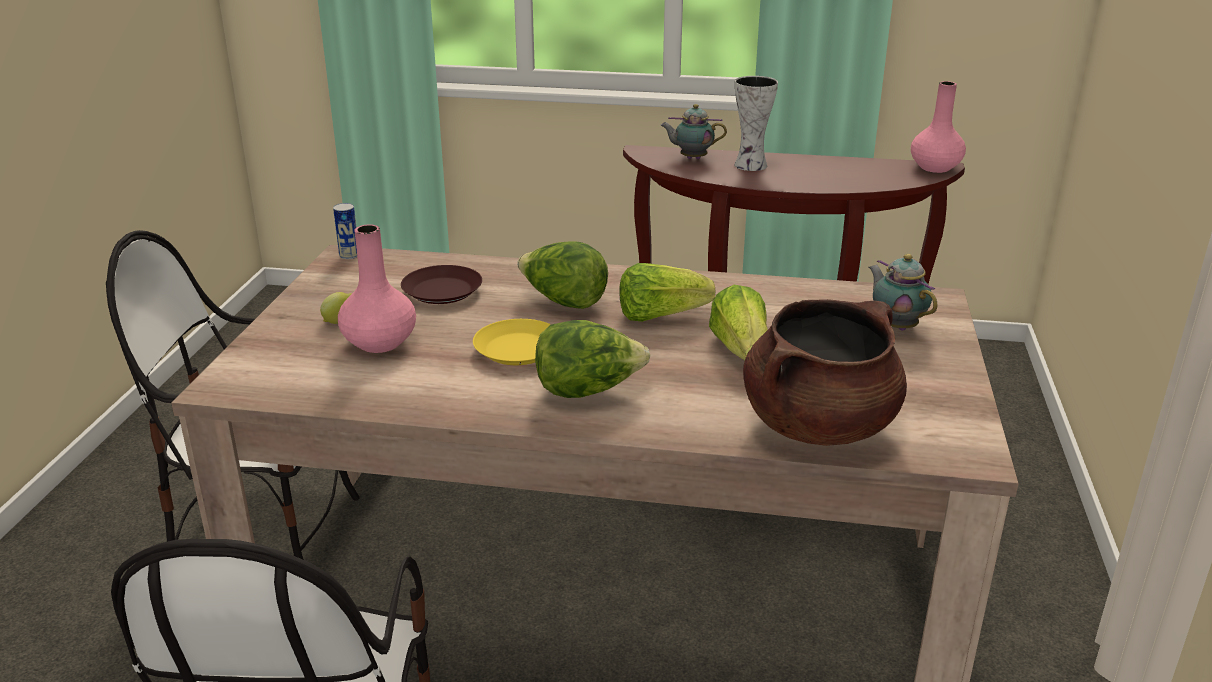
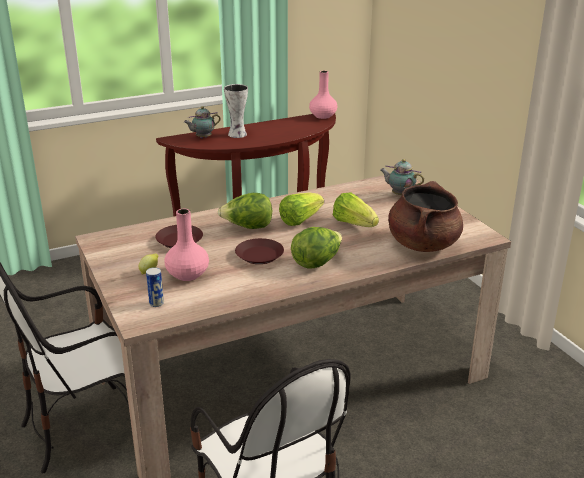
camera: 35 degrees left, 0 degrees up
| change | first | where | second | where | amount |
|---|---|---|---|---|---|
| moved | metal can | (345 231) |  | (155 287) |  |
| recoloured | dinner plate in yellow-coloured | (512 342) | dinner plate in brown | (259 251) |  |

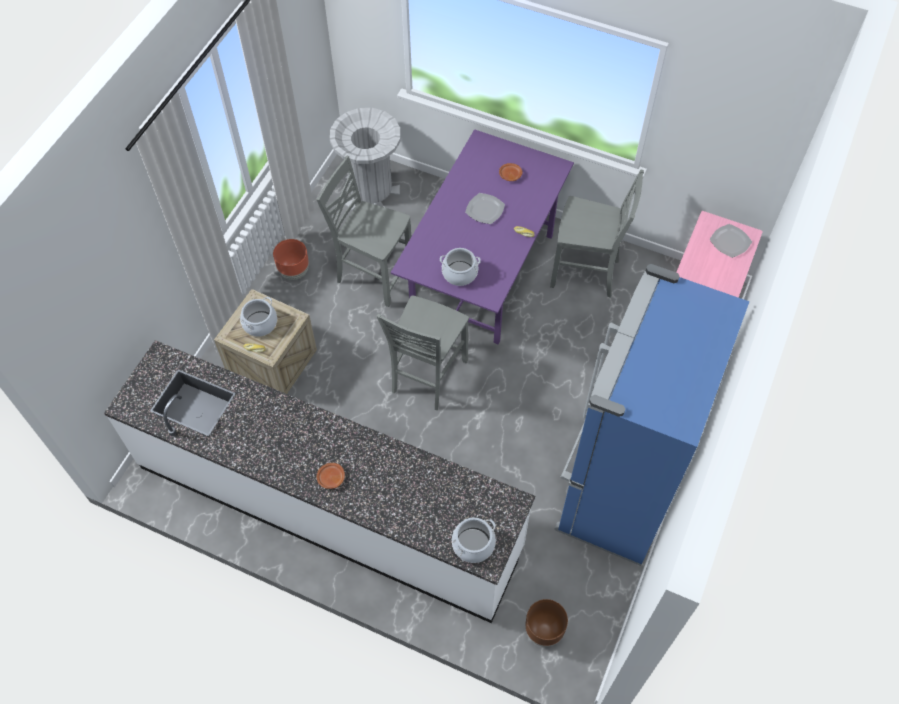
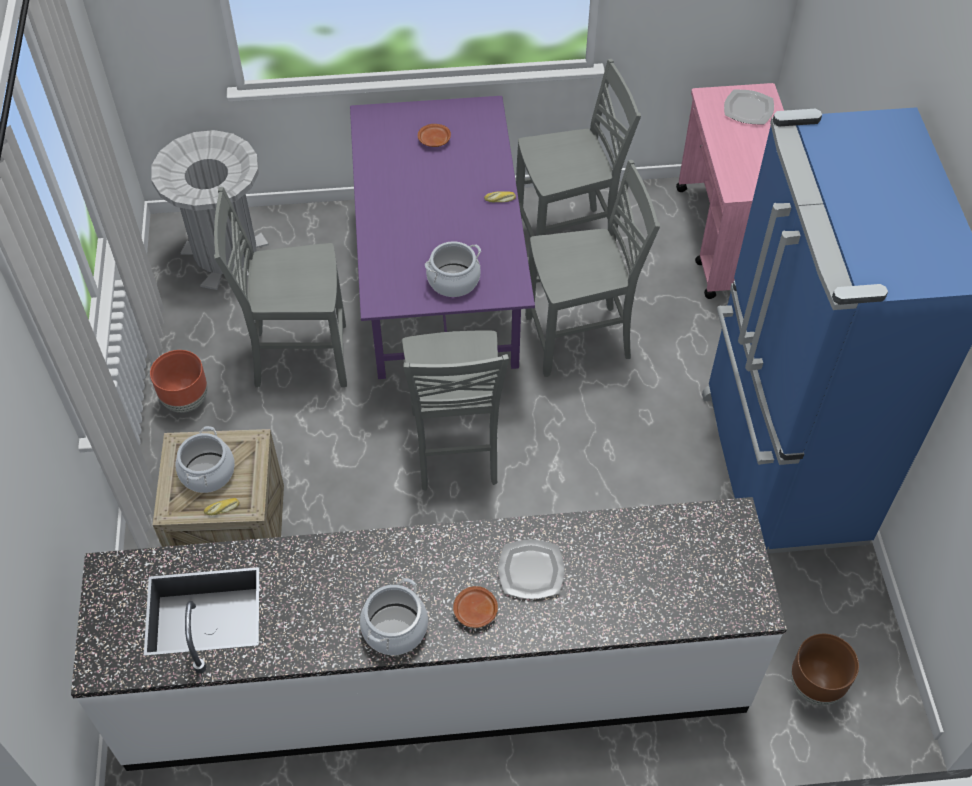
camera: 30 degrees left, 5 degrees down
| change | first | where | second | where | amount |
|---|---|---|---|---|---|
| moved | saucepot | (474 540) |  | (394 616) |  |
| moved | dinner plate | (485 208) |  | (531 569) |  |
| added |  |  | chair in greyish | (592 268) |  |

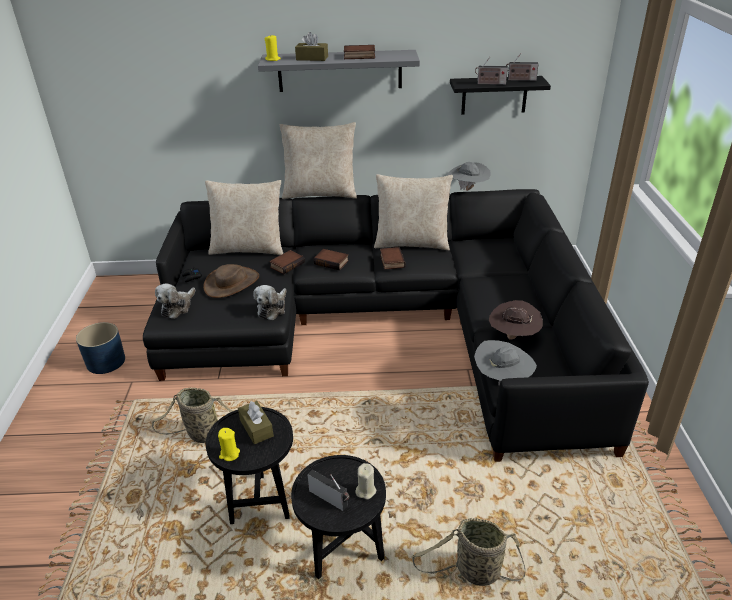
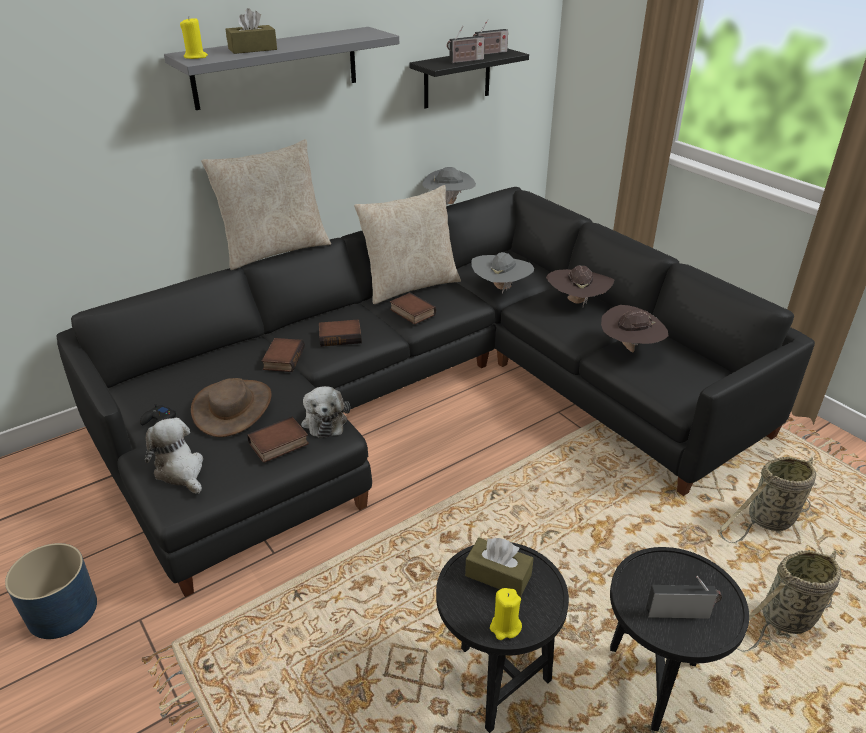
camera: 35 degrees left, 0 degrees up
| change | first | where | second | where | amount |
|---|---|---|---|---|---|
| moved | storage basket | (192 415) |  | (767 500) |  |
| turned | plush toy | (175 301) |  | (174 456) | 150 degrees clockwise |
| removed | throw pillow in beige-coloured | (244 217) |  |  |  |
| moved | book | (359 52) |  | (278 440) |  |
| removed | wax light in beige-coloured | (366 481) |  |  |  |
| moved | hat in greyish | (505 362) |  | (502 273) |  |
| added |  |  | hat in brown | (580 285) |  |

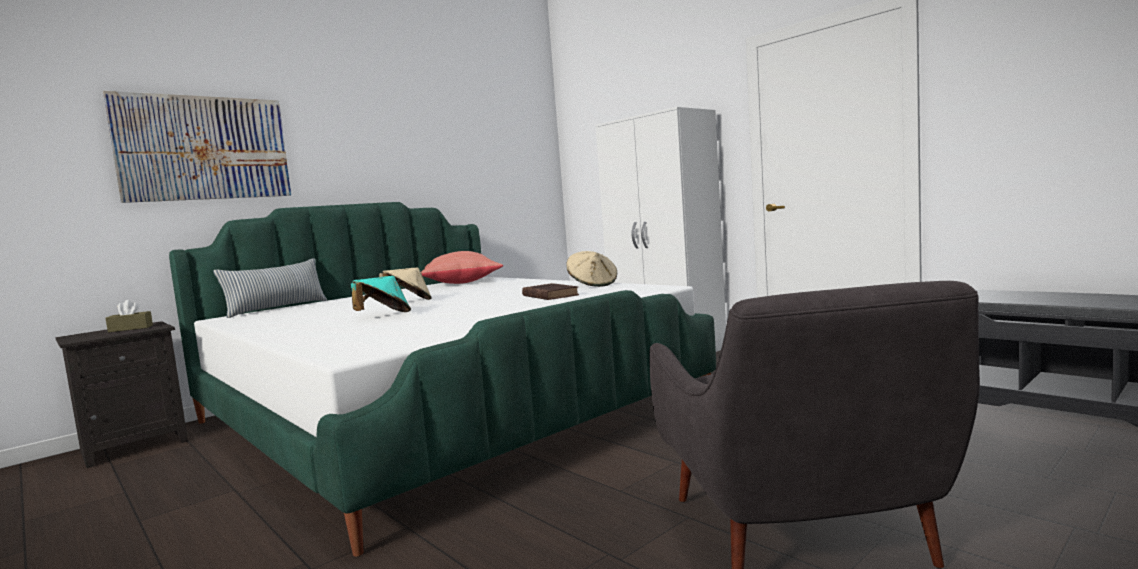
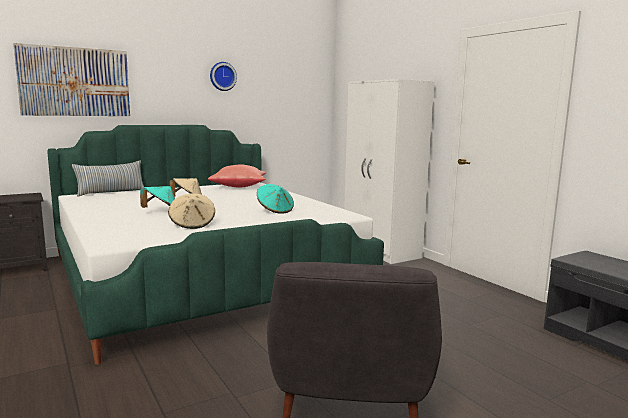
camera: 10 degrees right, 5 degrees up
| change | first | where | second | where | amount |
|---|---|---|---|---|---|
| removed | tissue box in brown | (129 316) |  |  |  |
| replaced | book in brown | (550 291) | hat in blue-green | (275 199) |  |
| moved | hat in beige-coloured | (592 269) |  | (191 211) |  |
| added |  |  | wall clock | (223 76) |  |

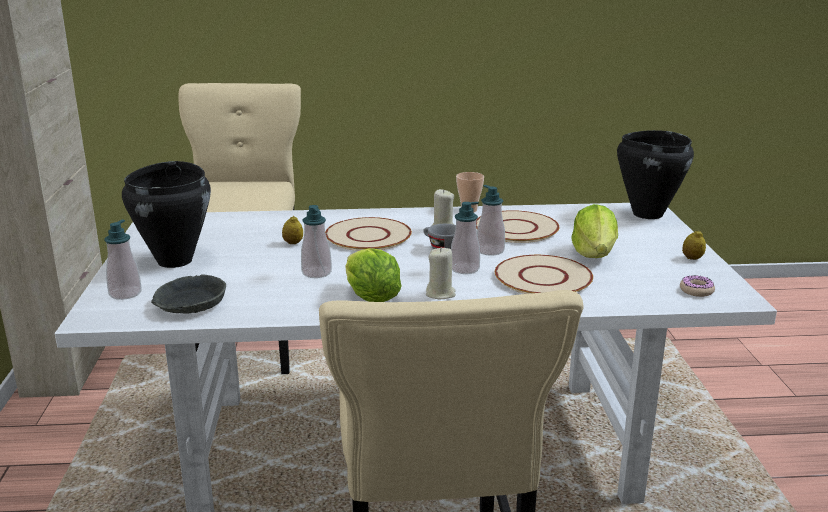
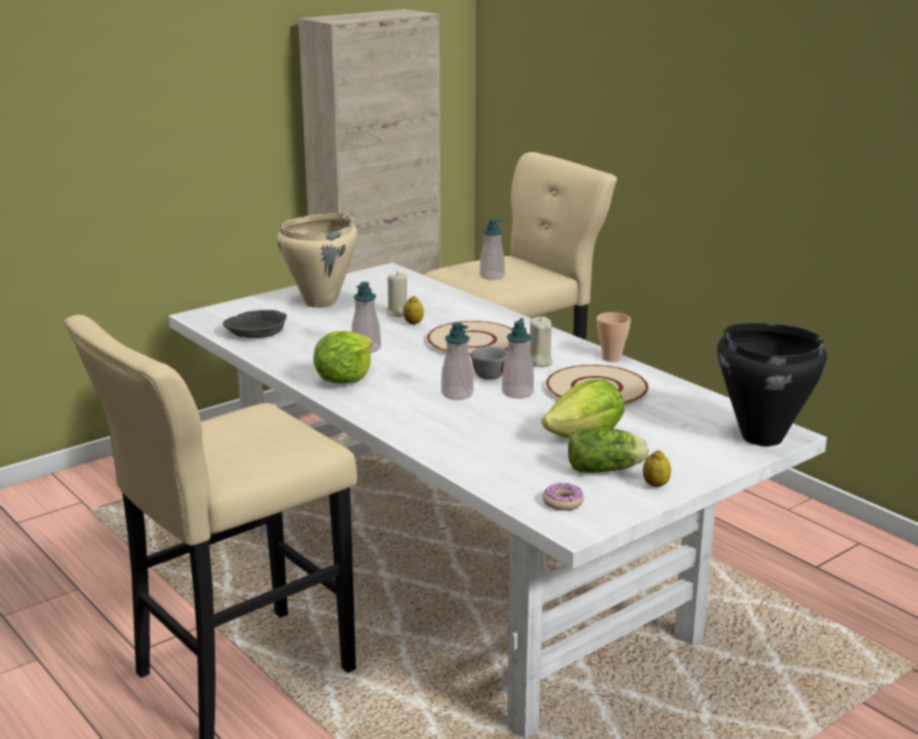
camera: 55 degrees right, 0 degrees up
| change | first | where | second | where | amount |
|---|---|---|---|---|---|
| moved | soap dispenser | (123 260) |  | (492 249) |  |
| recoloured | saucepot in blackish | (166 214) | saucepot in beige-coloured | (317 260) |  |
| moved | wax light in beige-coloured | (441 273) |  | (396 294) |  |
| removed | dinner plate in beige-coloured | (544 274) |  |  |  |
| added |  |  | lettuce head | (608 450) |  |

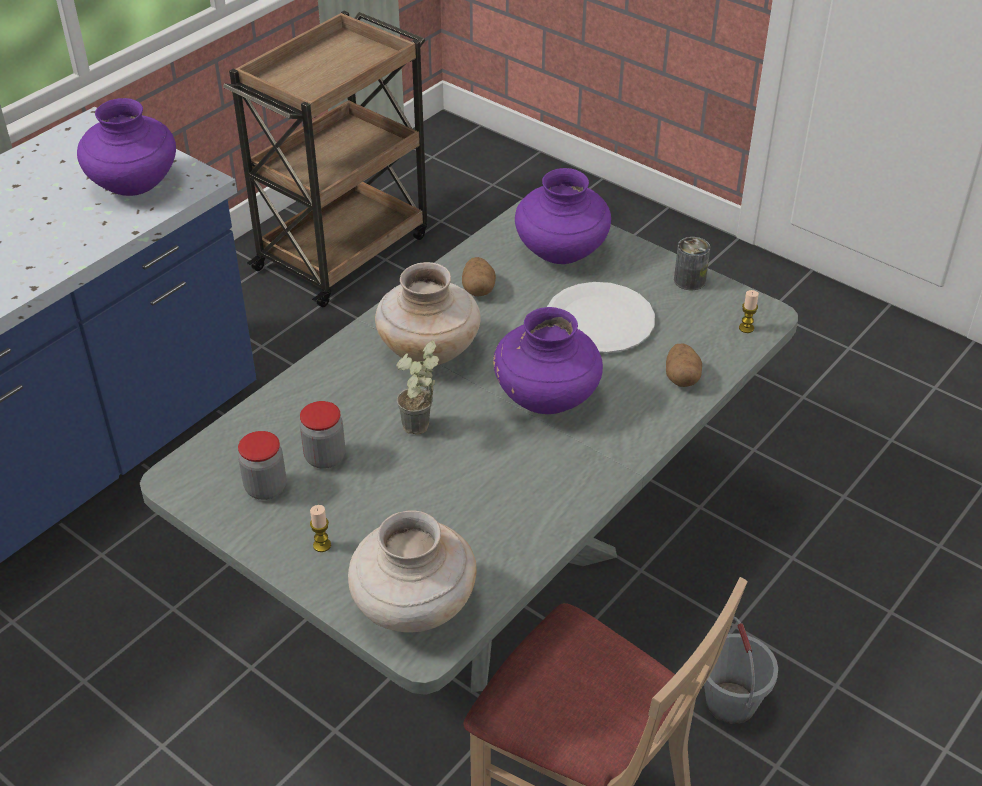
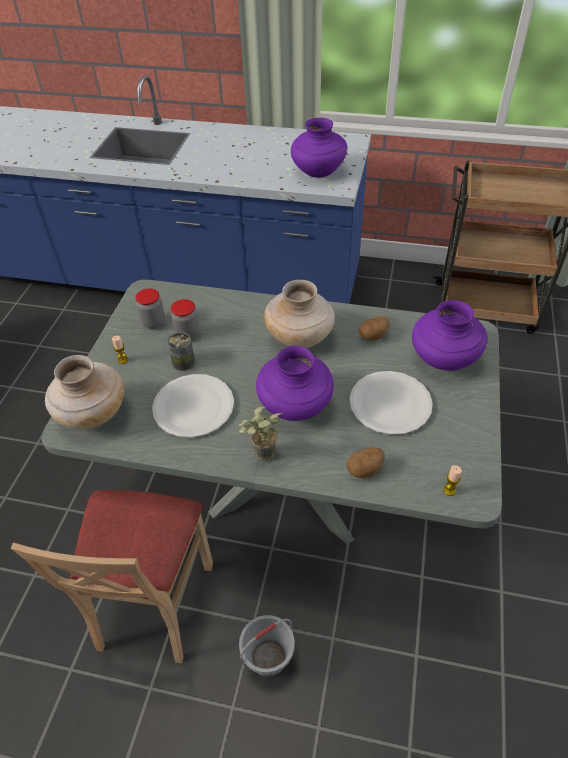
camera: 65 degrees right, 5 degrees up
| change | first | where | second | where | amount |
|---|---|---|---|---|---|
| moved | potted plant | (417 387) |  | (261 434) |  |
| moved | metal can | (692 263) |  | (181 351) |  |
| added |  |  | dinner plate in whitish | (193 406) |  |

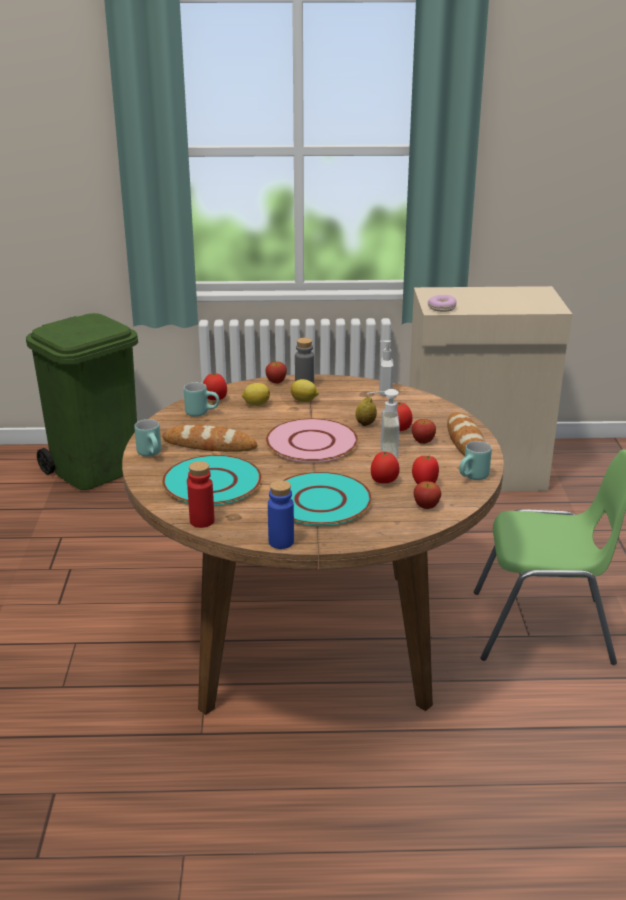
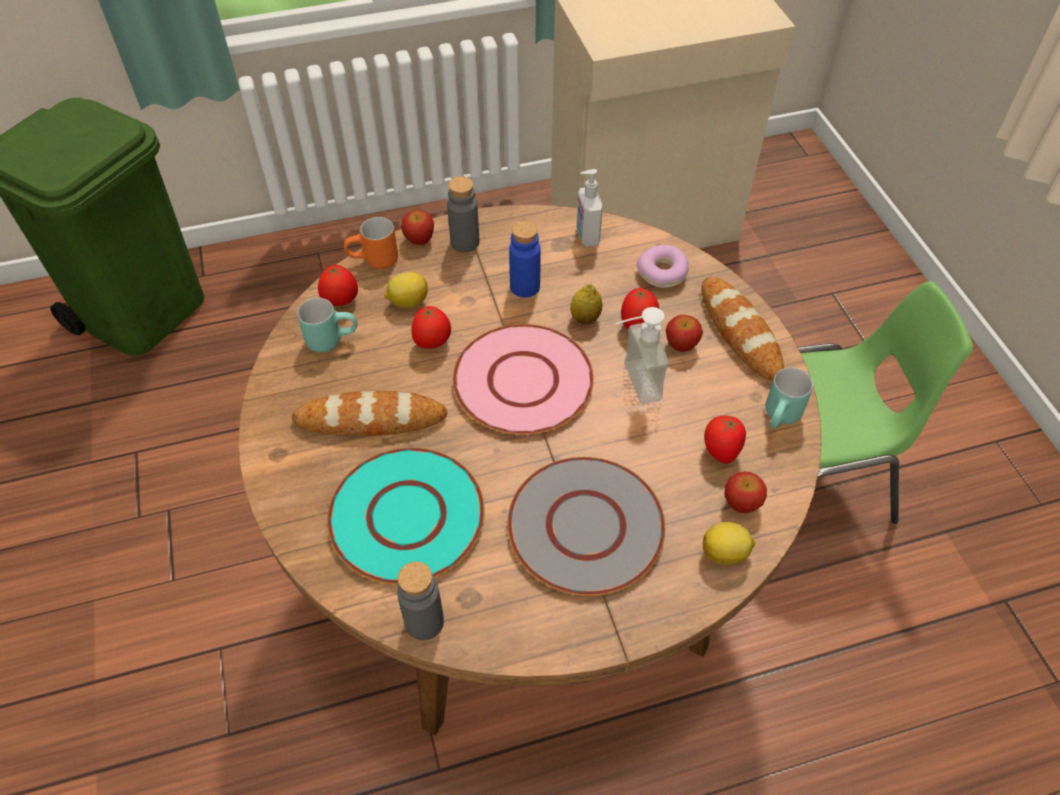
camera: 15 degrees left, 25 degrees up
| change | first | where | second | where | amount |
|---|---|---|---|---|---|
| removed | coffee mug in blue-green | (147 438) |  |  |  |
| recoloured | bottle in red | (200 494) | bottle in greyish | (420 601) |  |
| moved | bottle in bluish | (281 514) |  | (525 258) |  |
| recoloured | dinner plate in blue-green | (320 499) | dinner plate in greyish | (586 526) |  |
| moved | whole lemon | (305 390) |  | (729 543) |  |
| moved | tomato | (385 467) |  | (431 327) |  |
| moved | doughnut | (442 303) |  | (663 266) |  |
| added |  |  | coffee mug in orange-coloured | (371 243) |  |

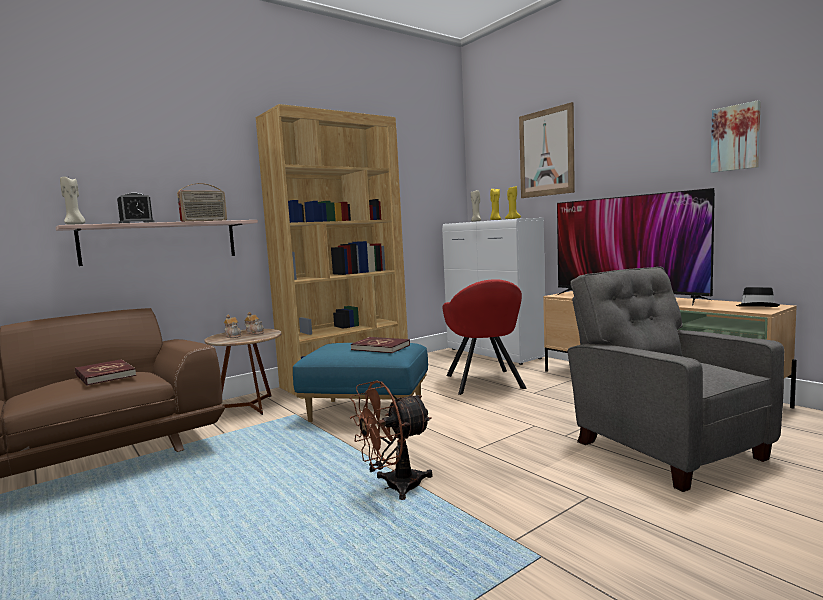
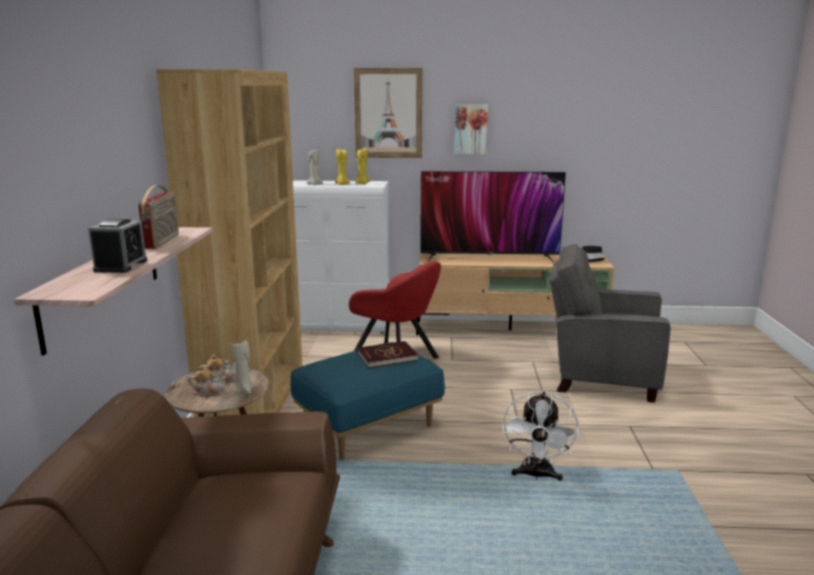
camera: 50 degrees left, 10 degrees up
| change | first | where | second | where | amount |
|---|---|---|---|---|---|
| moved | wax light in beige-coloured | (73 201) |  | (243 367) |  |
| removed | book in red | (105 372) |  |  |  |
| recoloured | cooling fan in brown | (391 440) | cooling fan in whitish | (540 436) |  |
| moved | wall art | (736 136) |  | (471 130) |  |

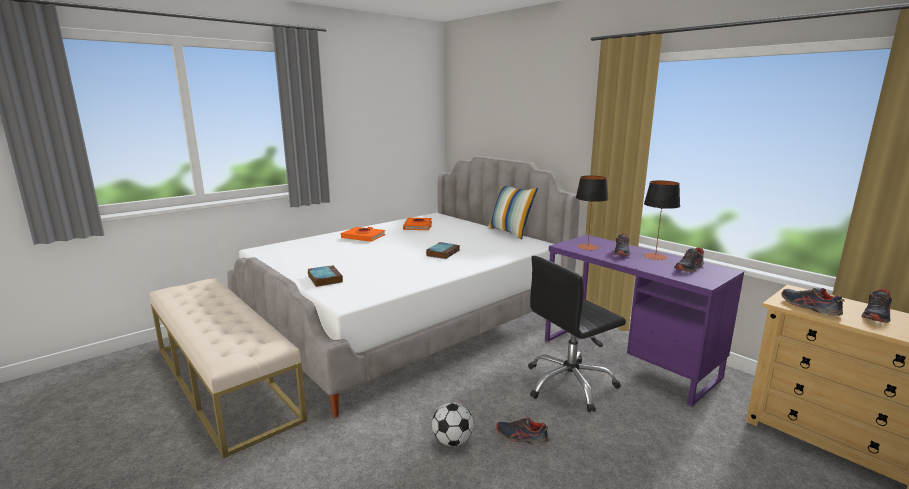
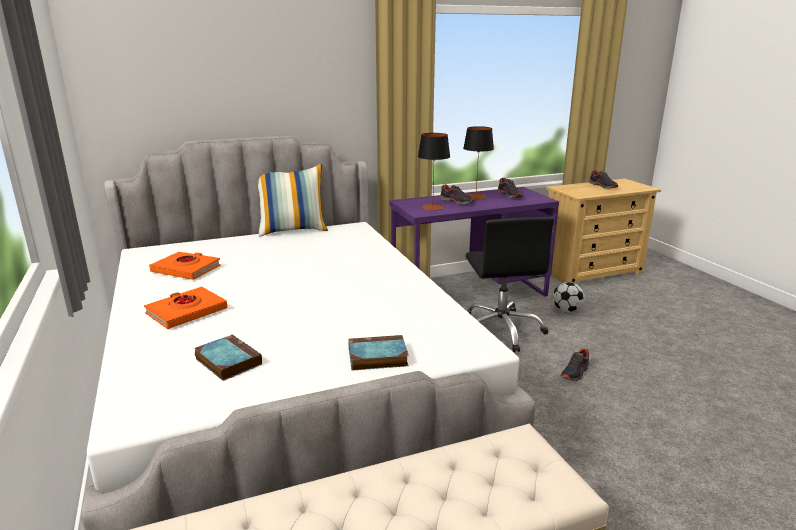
camera: 70 degrees left, 5 degrees up
| change | first | where | second | where | amount |
|---|---|---|---|---|---|
| moved | book | (443 250) |  | (228 358) |  |
| moved | football | (452 424) |  | (569 297) |  |
| removed | item of footwear | (813 302) |  |  |  |

